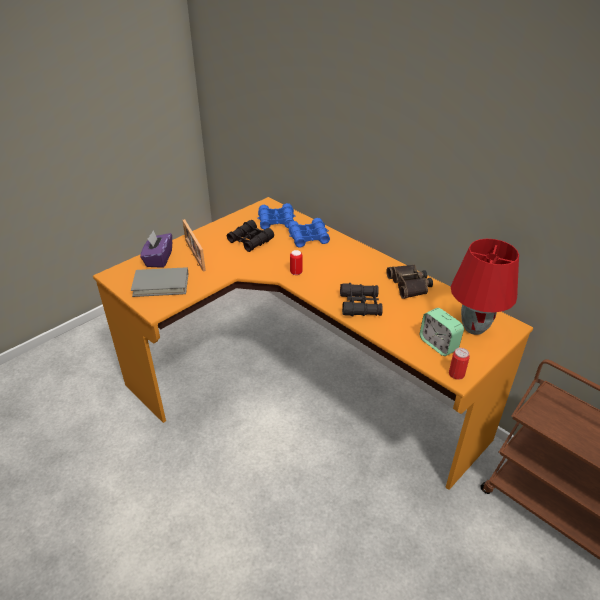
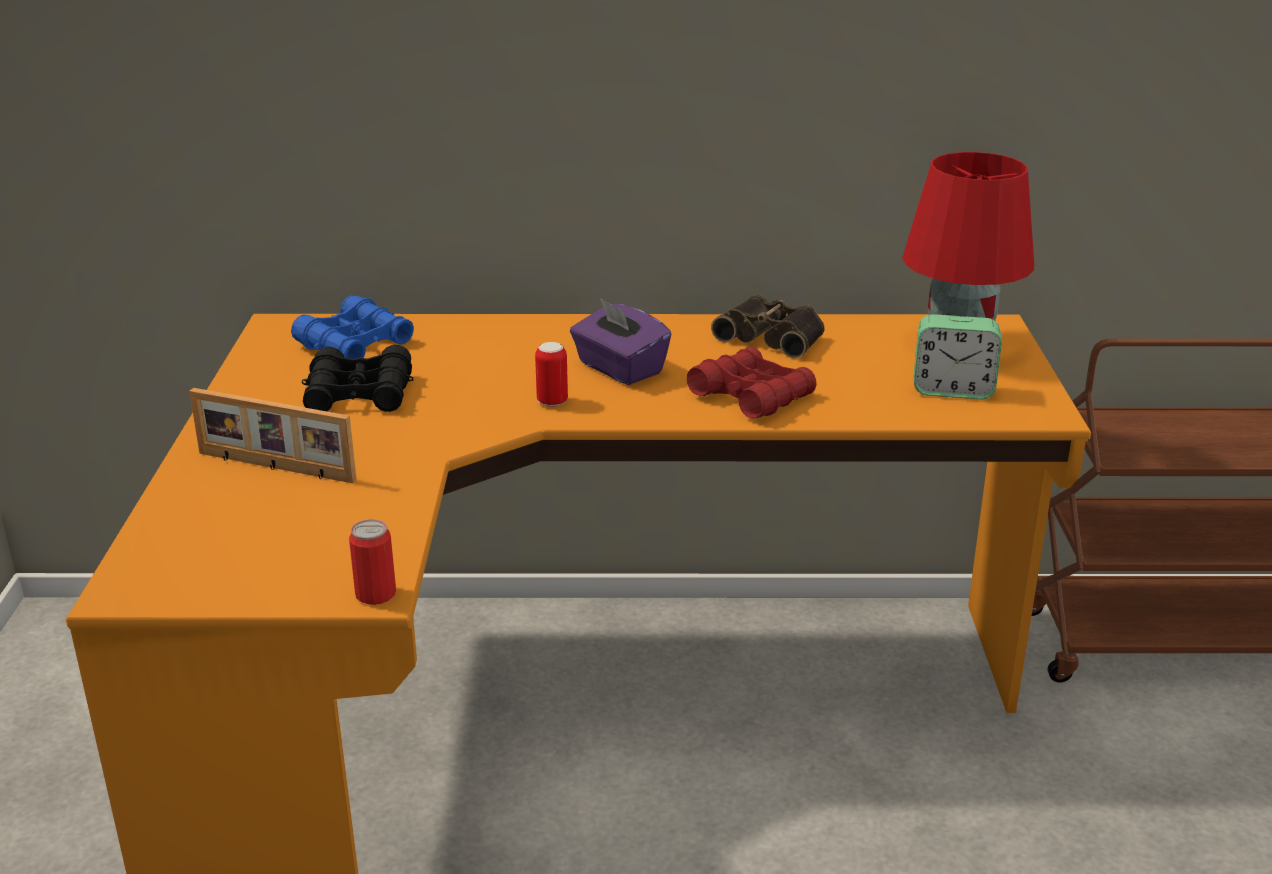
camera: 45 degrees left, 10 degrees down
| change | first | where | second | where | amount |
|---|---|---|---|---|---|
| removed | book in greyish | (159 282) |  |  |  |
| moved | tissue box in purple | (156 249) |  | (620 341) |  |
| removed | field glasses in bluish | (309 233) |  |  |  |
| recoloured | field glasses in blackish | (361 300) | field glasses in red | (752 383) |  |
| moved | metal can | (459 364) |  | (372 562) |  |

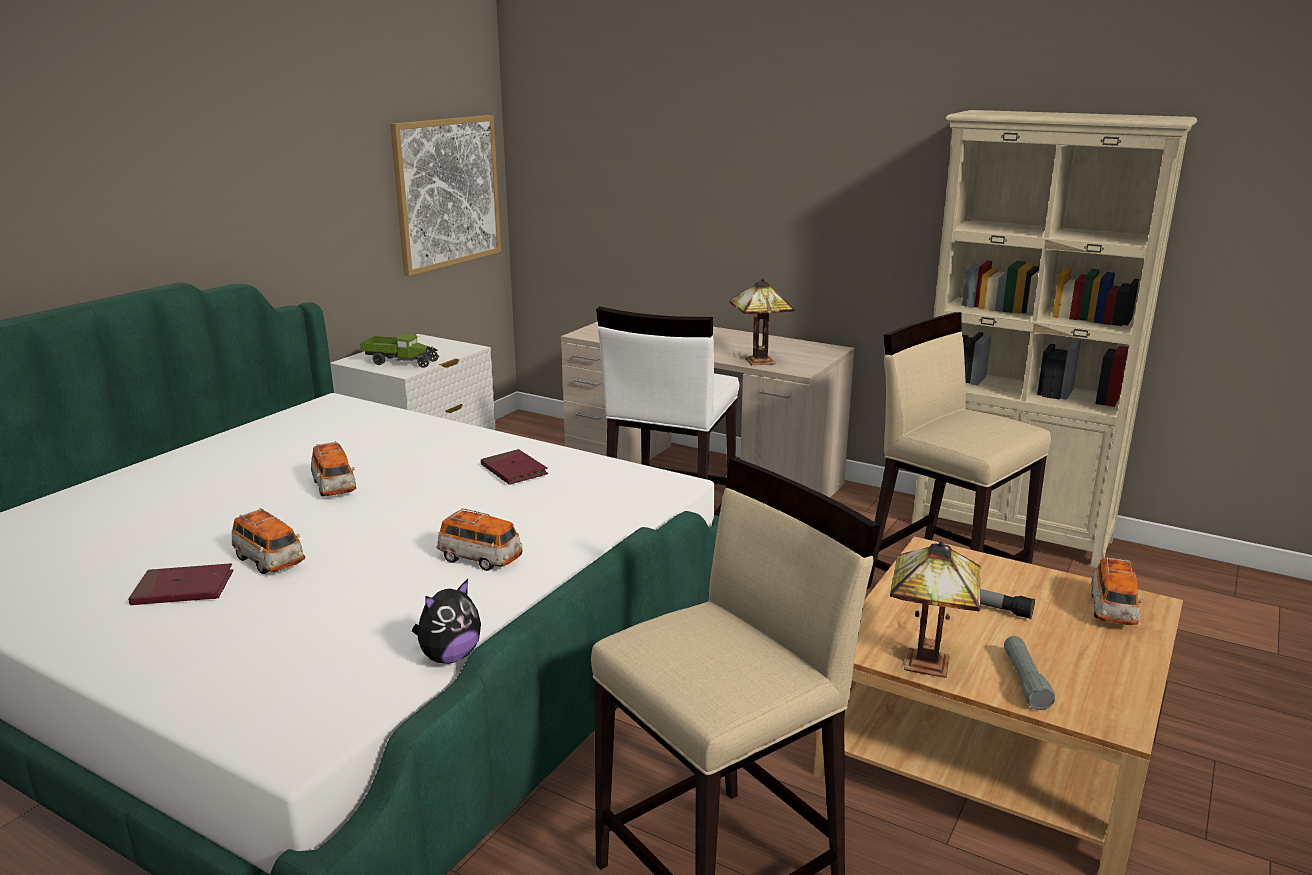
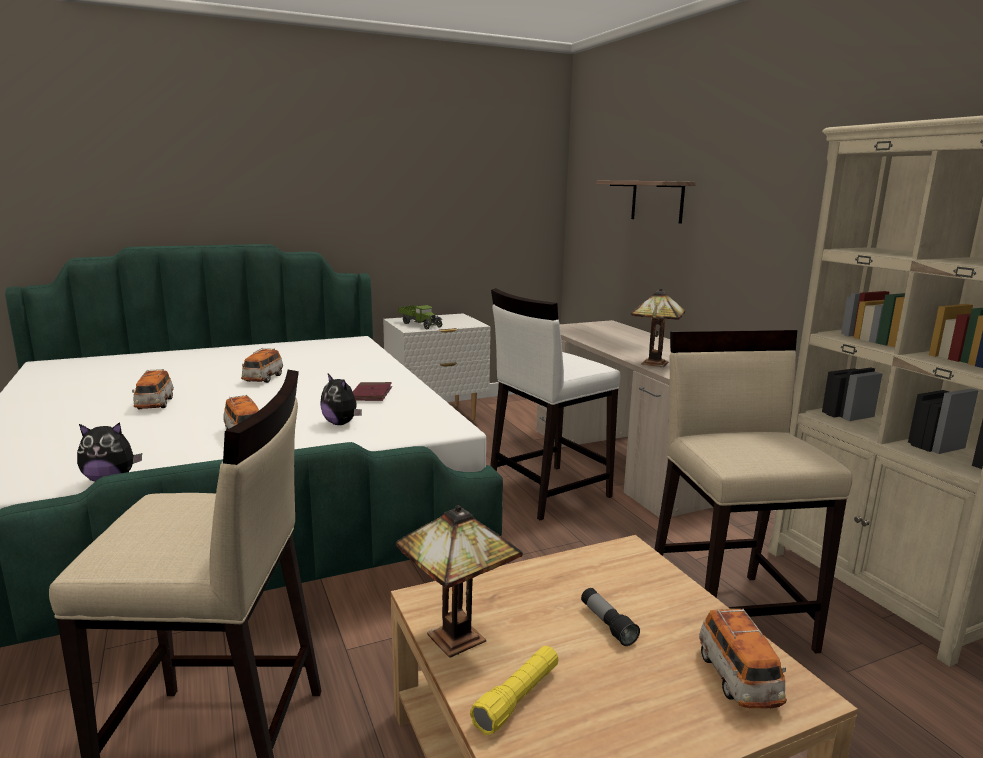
camera: 35 degrees right, 5 degrees down
| change | first | where | second | where | amount |
|---|---|---|---|---|---|
| removed | book in red | (181 584) |  |  |  |
| removed | wall art | (445 195) |  |  |  |
| recoloured | flashlight in greyish | (1029 673) | flashlight in yellow-coloured | (514 690) |  |
| turned | miniature car | (1117 591) |  | (742 658) | 60 degrees counterclockwise |
| added |  |  | plush toy | (341 399) |  |
| added |  |  | wall shelf | (646 202) |  |

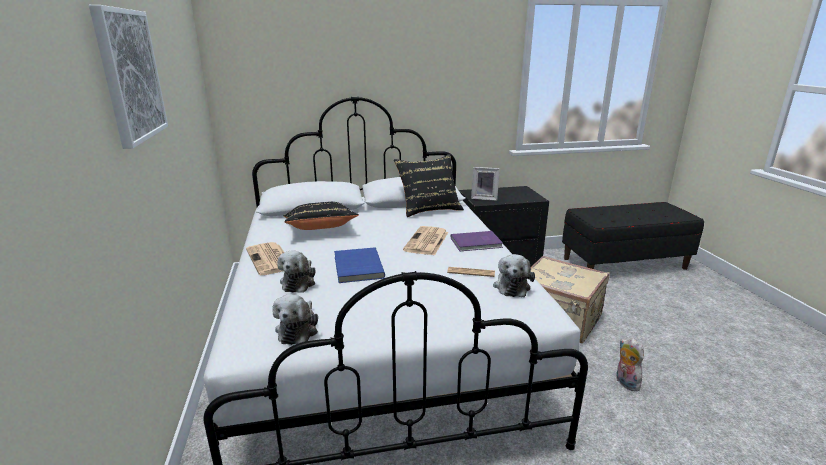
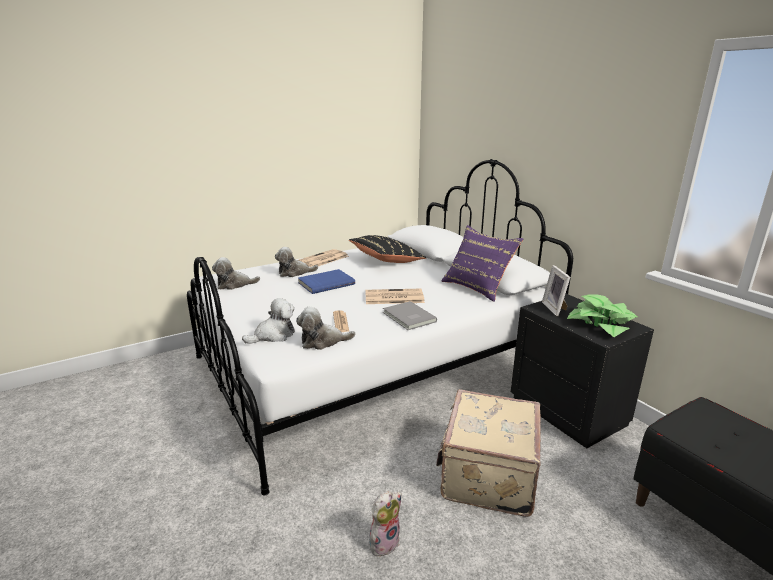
camera: 70 degrees right, 0 degrees up
| change | first | where | second | where | amount |
|---|---|---|---|---|---|
| removed | wall art | (128 77) |  |  |  |
| recoloured | throw pillow in blackish | (429 185) | throw pillow in purple | (482 263) |  |
| recoloured | book in purple | (477 241) | book in greyish | (410 315) |  |
| added |  |  | plush toy | (268 321) |  |
| added |  |  | potted plant | (602 315) |  |

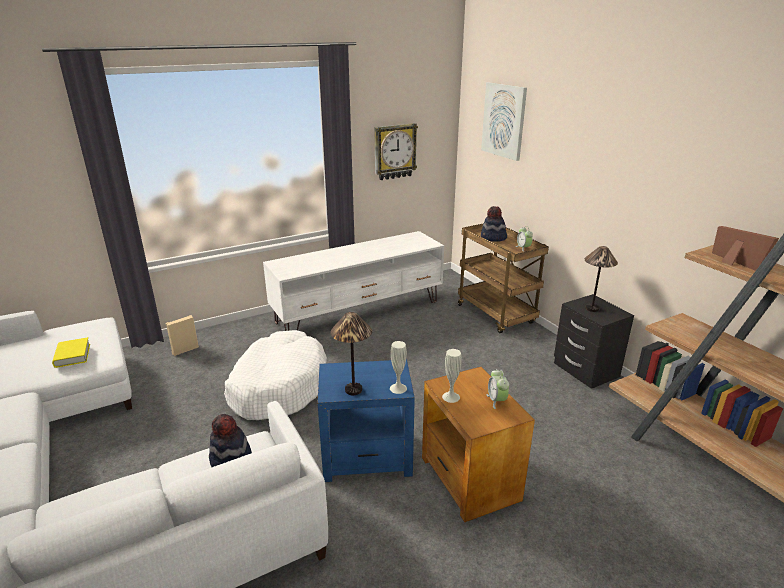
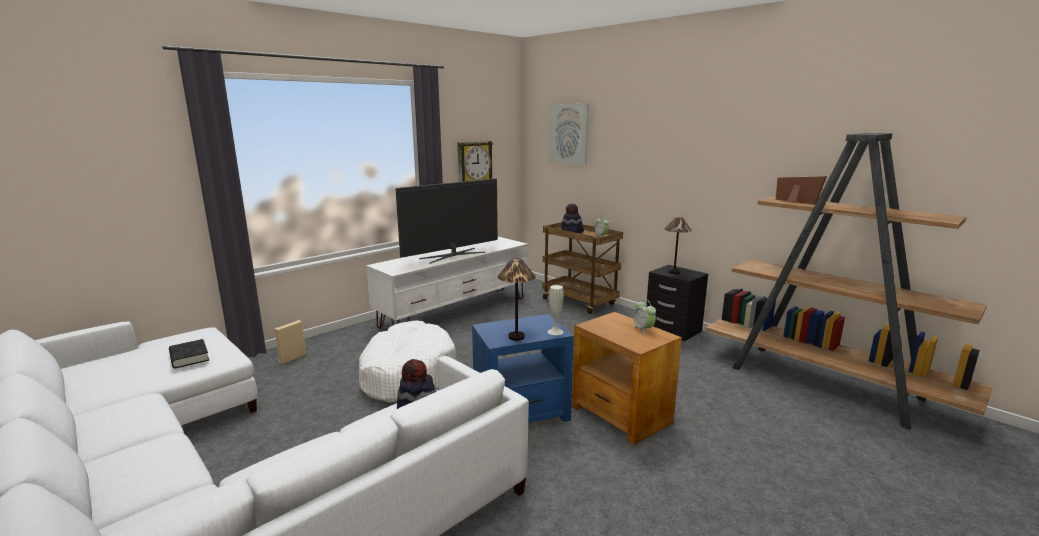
camera: 15 degrees left, 10 degrees down
| change | first | where | second | where | amount |
|---|---|---|---|---|---|
| recoloured | book in yellow-coloured | (71 352) | book in blackish | (189 353) |  |
| removed | decorative vase in whitish | (452 376) |  |  |  |
| added |  |  | TV | (446 221) |  |

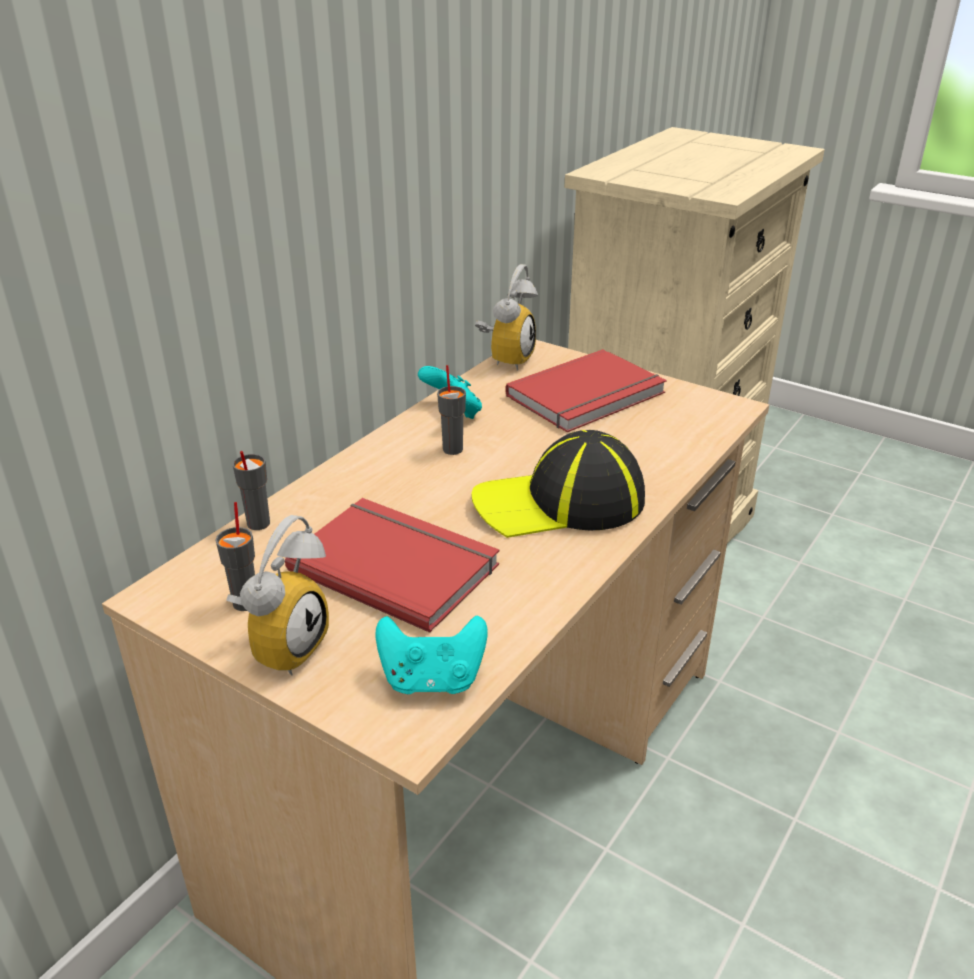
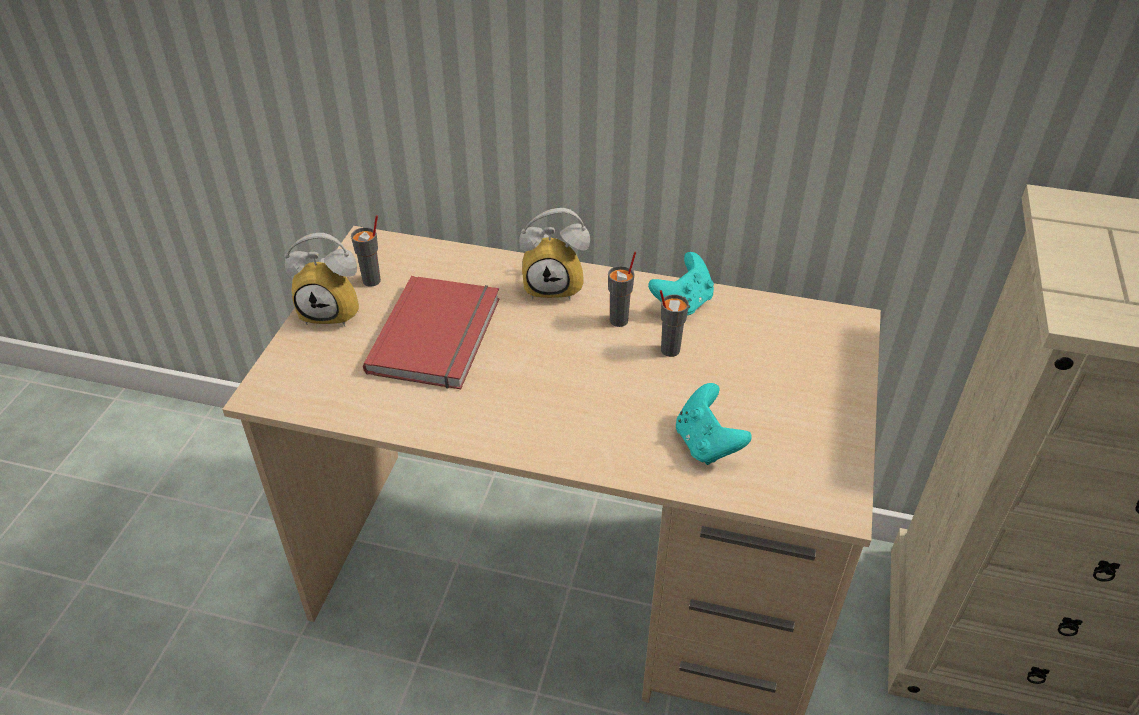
camera: 70 degrees right, 10 degrees up
| change | first | where | second | where | amount |
|---|---|---|---|---|---|
| moved | drinking cup in greyish | (251 490) |  | (674 323) |  |
| moved | joypad in blue-green | (431 654) |  | (714 424) |  |
| removed | cap | (558 484) |  |  |  |
| moved | bedside clock | (506 317) |  | (554 254) |  |
| removed | book in red | (586 390) |  |  |  |

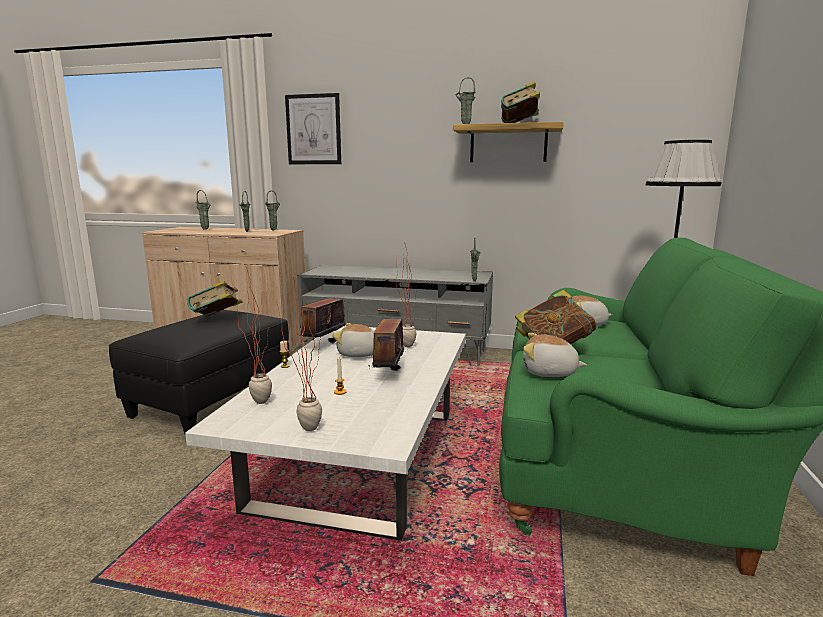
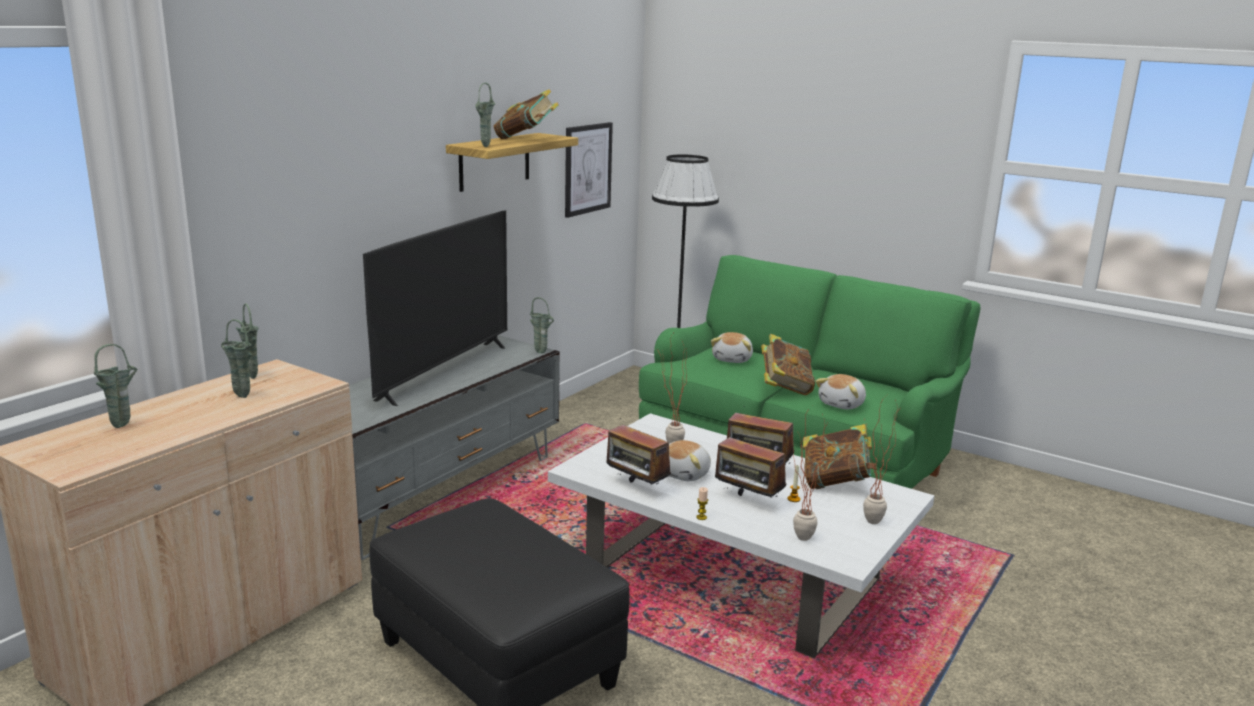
camera: 70 degrees left, 5 degrees up
| change | first | where | second | where | amount |
|---|---|---|---|---|---|
| moved | book | (215 298) |  | (840 456) |  |
| moved | wall art | (313 128) |  | (589 170) |  |
| added |  |  | TV | (435 308) |  |
| added |  |  | radio | (750 464) |  |

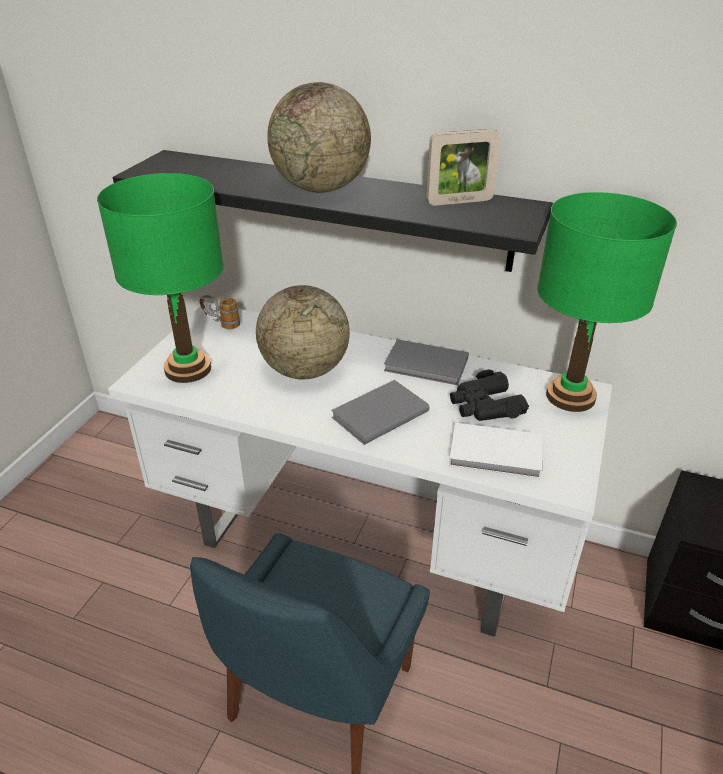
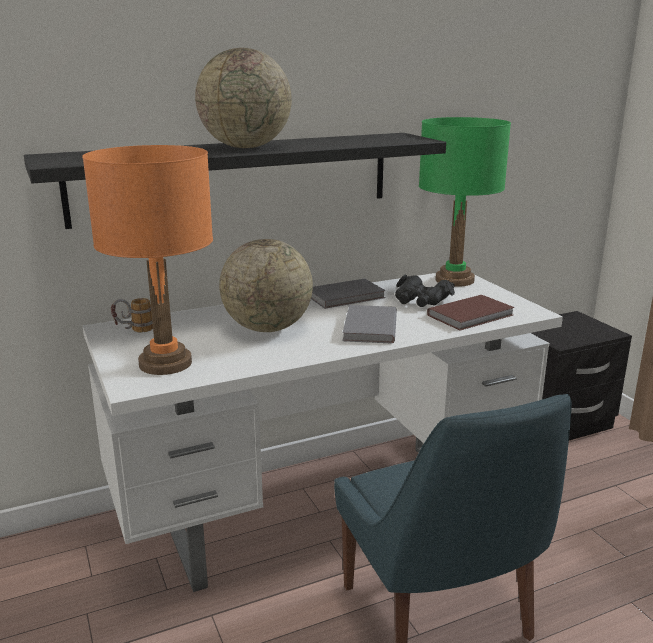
camera: 45 degrees left, 15 degrees down
| change | first | where | second | where | amount |
|---|---|---|---|---|---|
| recoloured | tabletop lamp in green-coloured | (160 278) | tabletop lamp in orange-coloured | (147 260) |  |
| removed | photo frame | (463 167) |  |  |  |
| recoloured | book in whitish | (495 450) | book in brown | (471 313) |  |

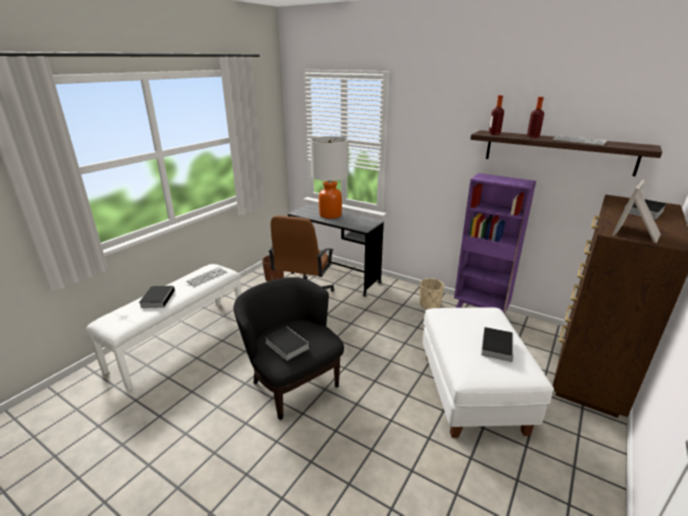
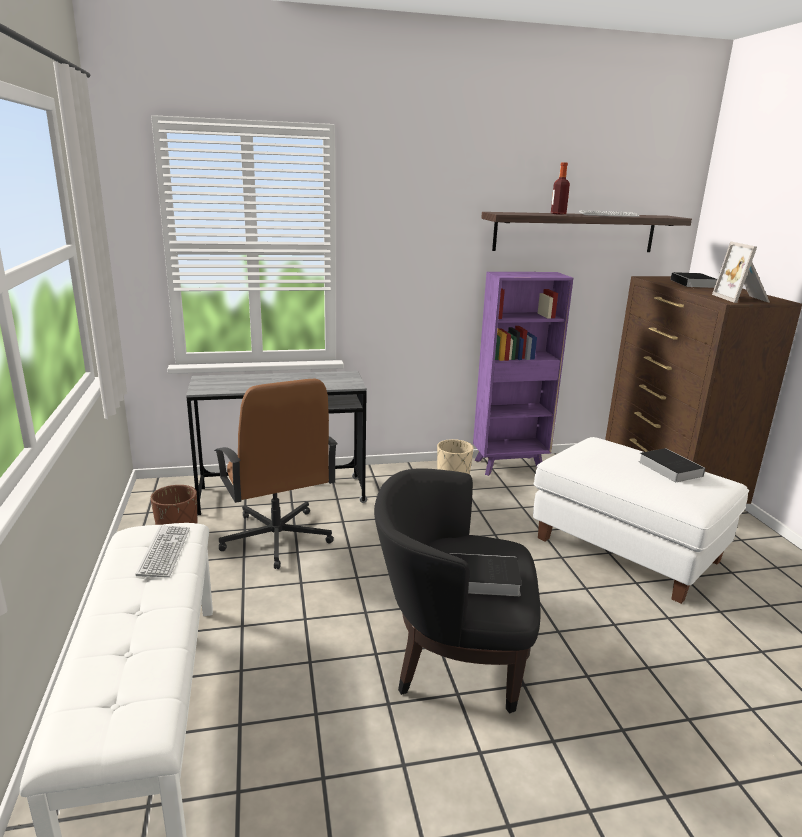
camera: 45 degrees left, 5 degrees down
| change | first | where | second | where | amount |
|---|---|---|---|---|---|
| removed | book | (157 297) |  |  |  |
| removed | tabletop lamp | (329 177) |  |  |  |
| removed | bottle | (496 115) |  |  |  |

